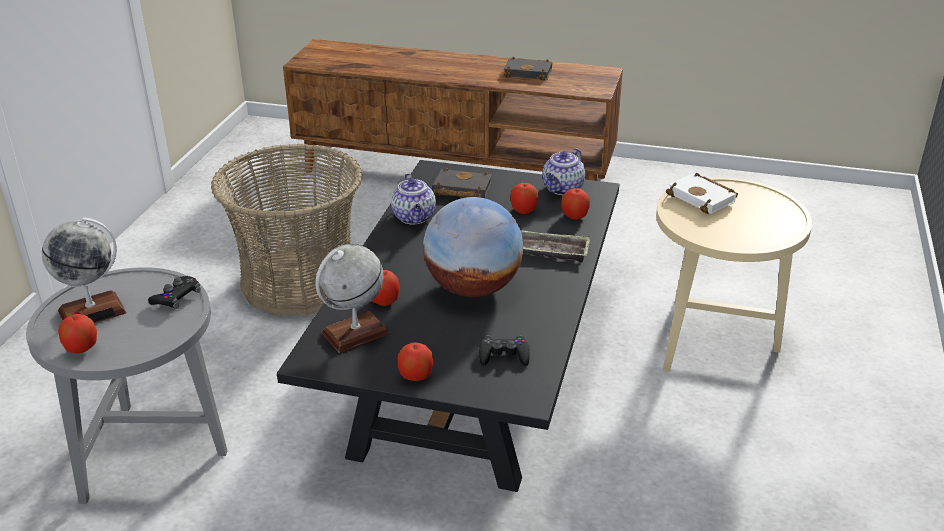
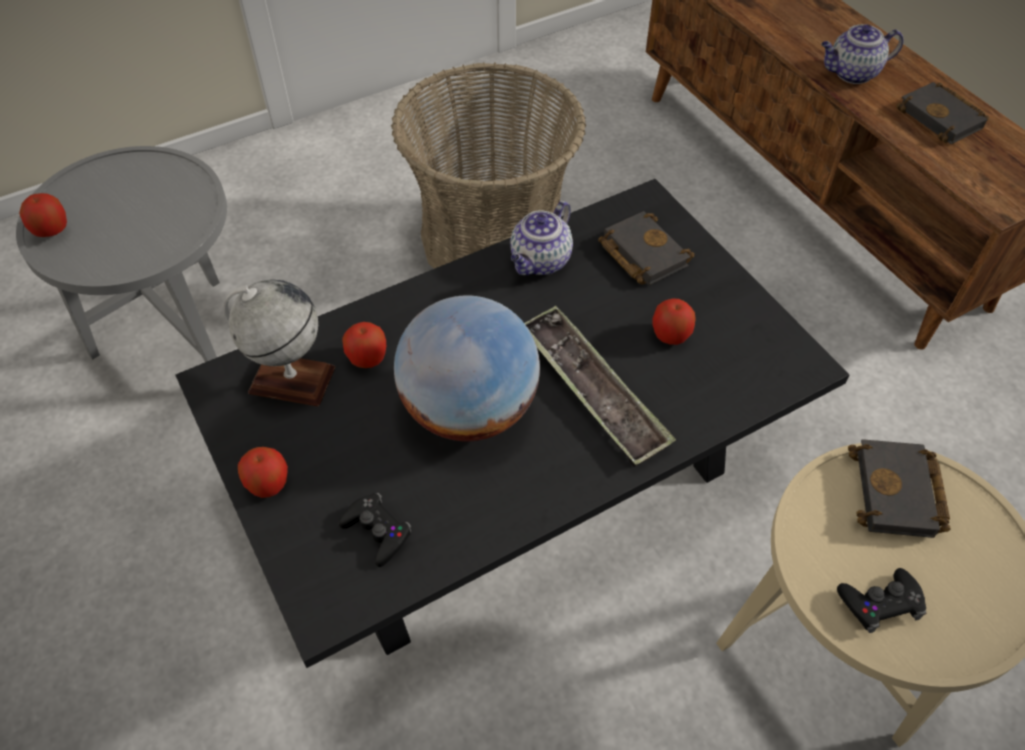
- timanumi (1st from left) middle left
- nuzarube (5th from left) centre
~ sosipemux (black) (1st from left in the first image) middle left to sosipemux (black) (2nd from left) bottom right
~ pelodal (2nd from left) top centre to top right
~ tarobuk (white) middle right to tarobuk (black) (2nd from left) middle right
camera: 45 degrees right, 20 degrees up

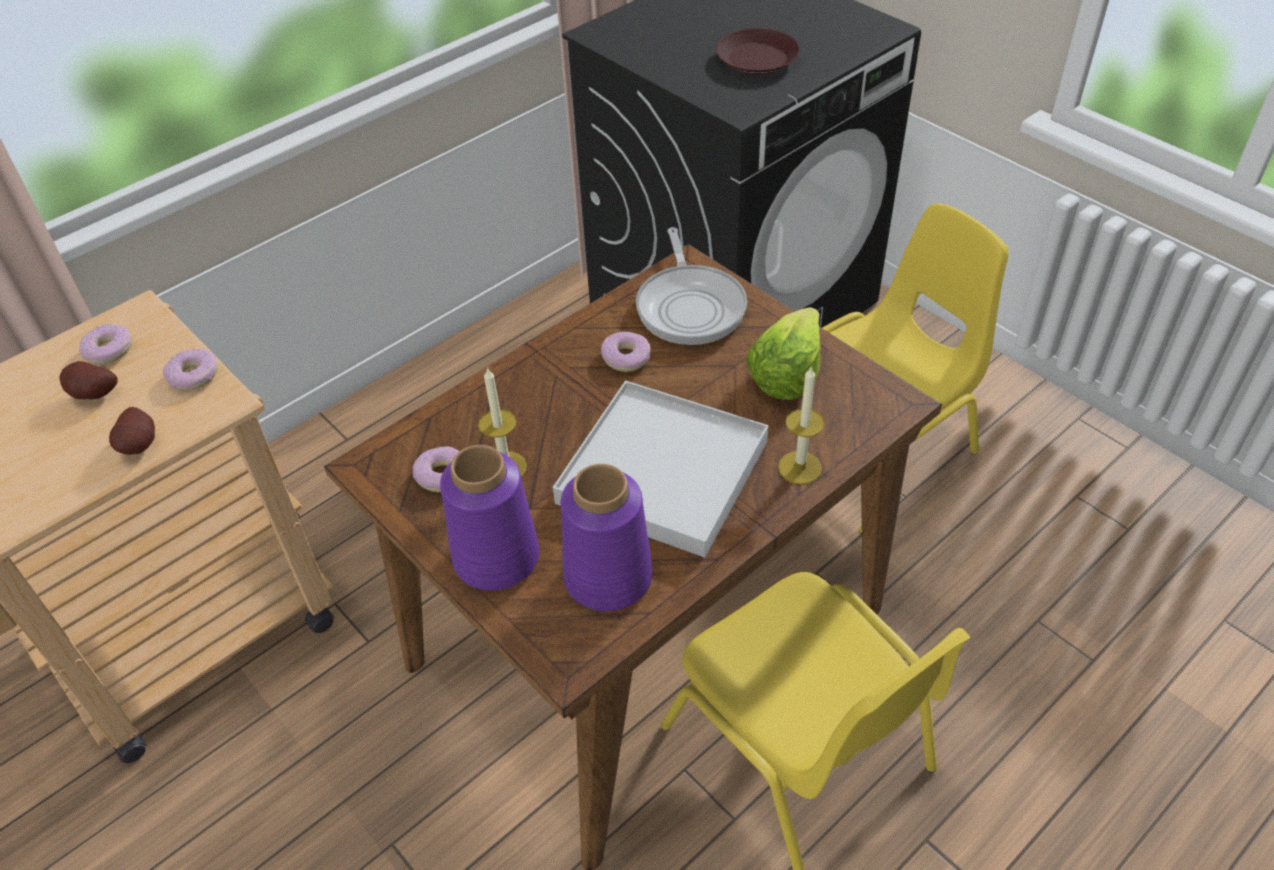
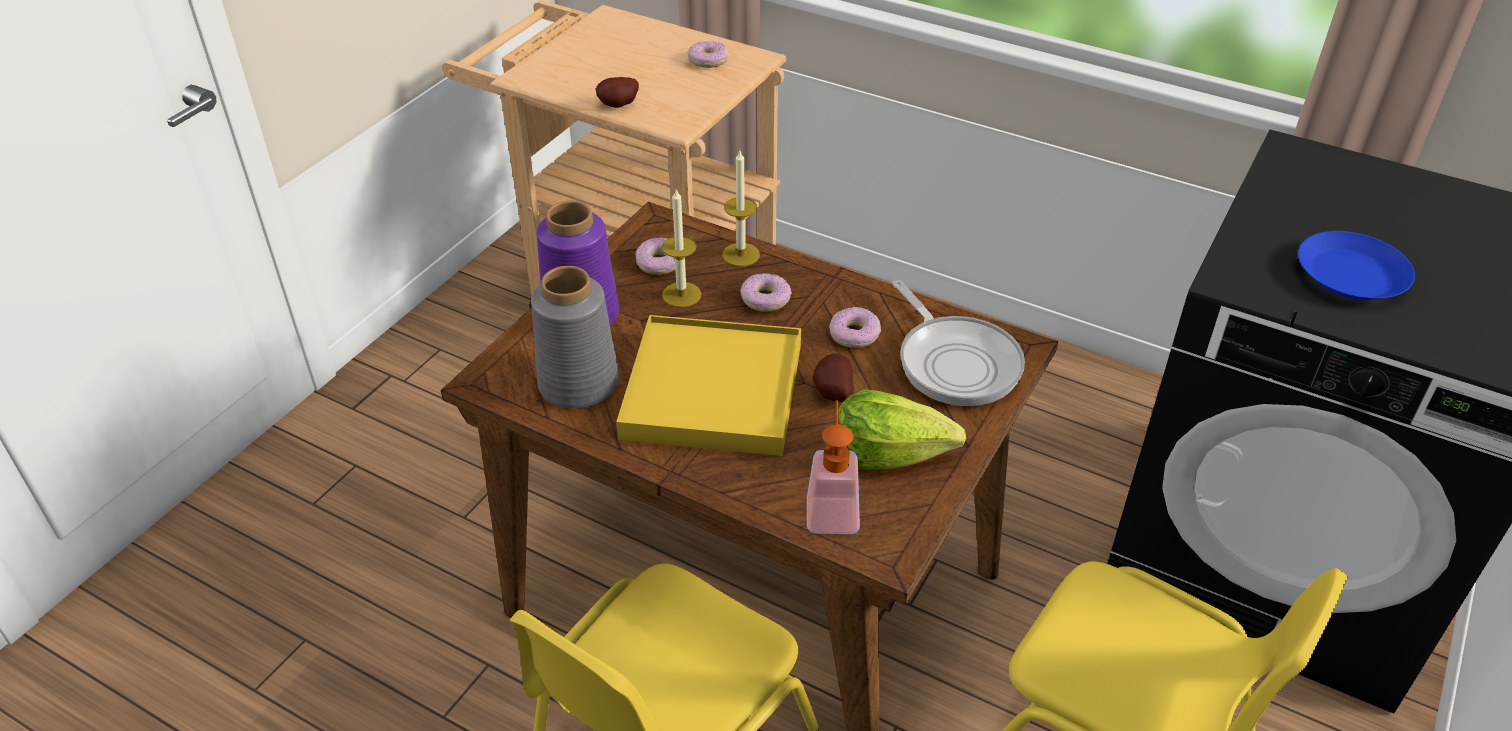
+ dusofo centre
~ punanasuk (1st from left in the first image) middle left to punanasuk (2nd from left) centre
~ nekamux (2nd from left in the first image) middle left to nekamux (3rd from left) centre
~ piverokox (2nd from left) centre to top centre
~ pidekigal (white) centre to pidekigal (yellow) centre
~ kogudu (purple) (2nd from left) centre to kogudu (grey) centre
~ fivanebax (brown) top centre to fivanebax (blue) middle right
~ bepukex top centre = centre 90 degrees counterclockwise
camera: 70 degrees right, 5 degrees down

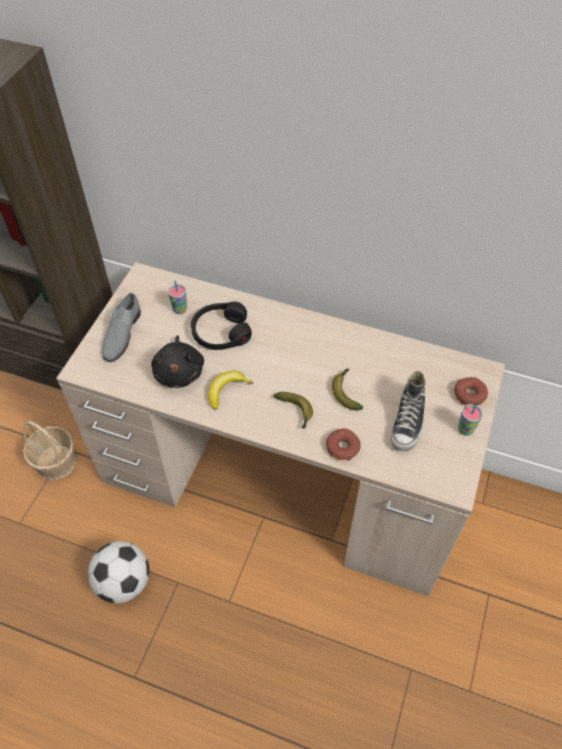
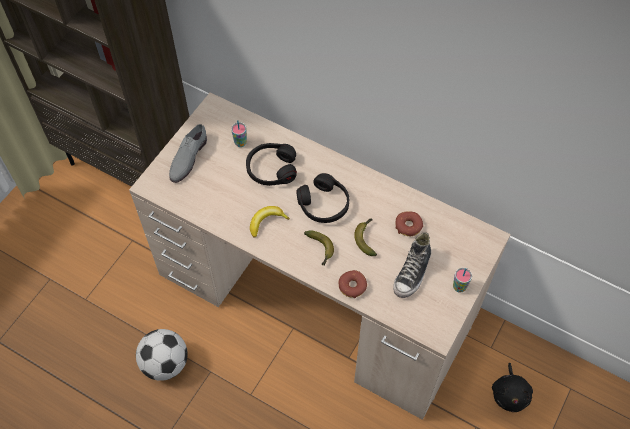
- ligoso middle left
+ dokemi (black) (2nd from left) centre
~ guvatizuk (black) middle left to bottom right
~ nekamux (2nd from left) middle right to centre
camera: 10 degrees right, 5 degrees up

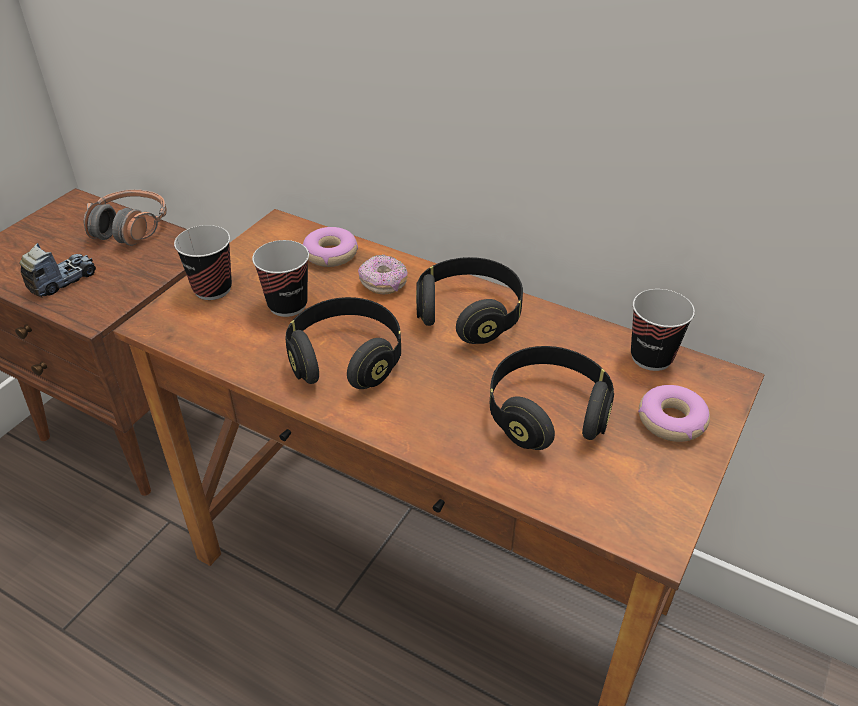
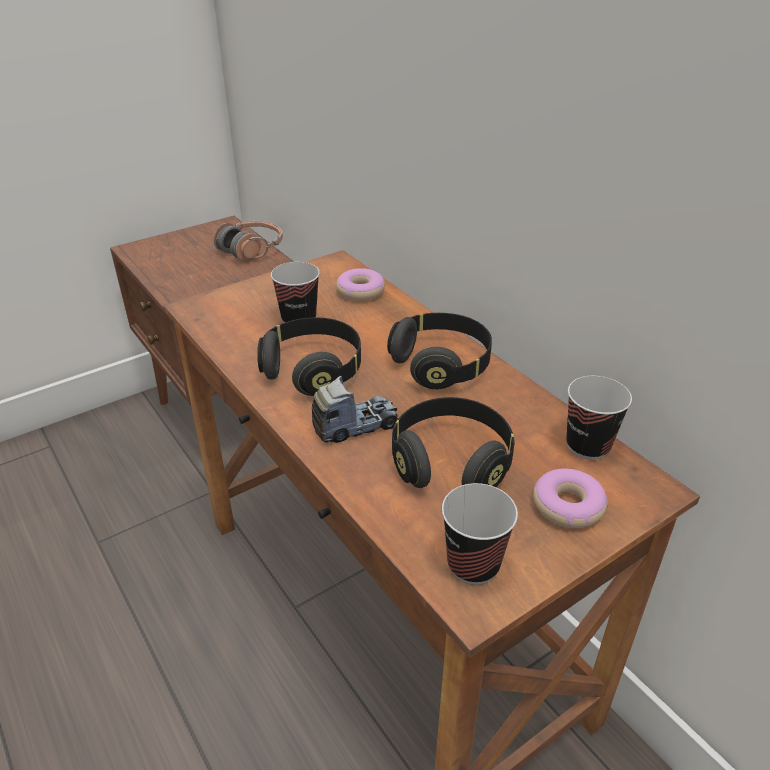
- nekamux (2nd from left) centre
~ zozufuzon middle left to centre
~ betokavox (1st from left in the first image) middle left to betokavox (2nd from left) bottom centre
camera: 25 degrees right, 5 degrees down

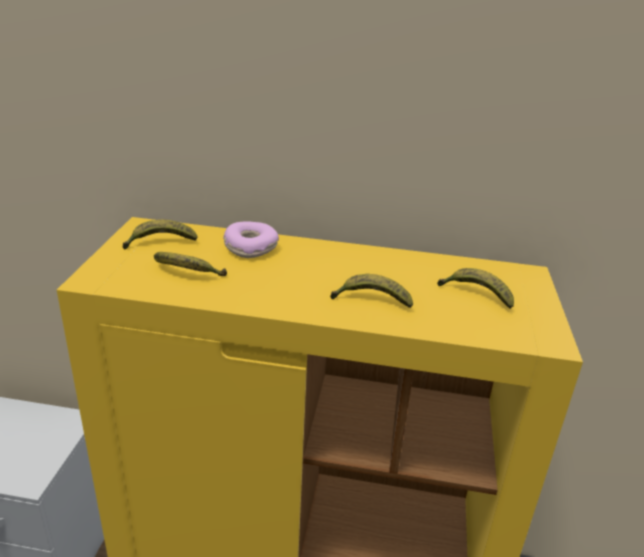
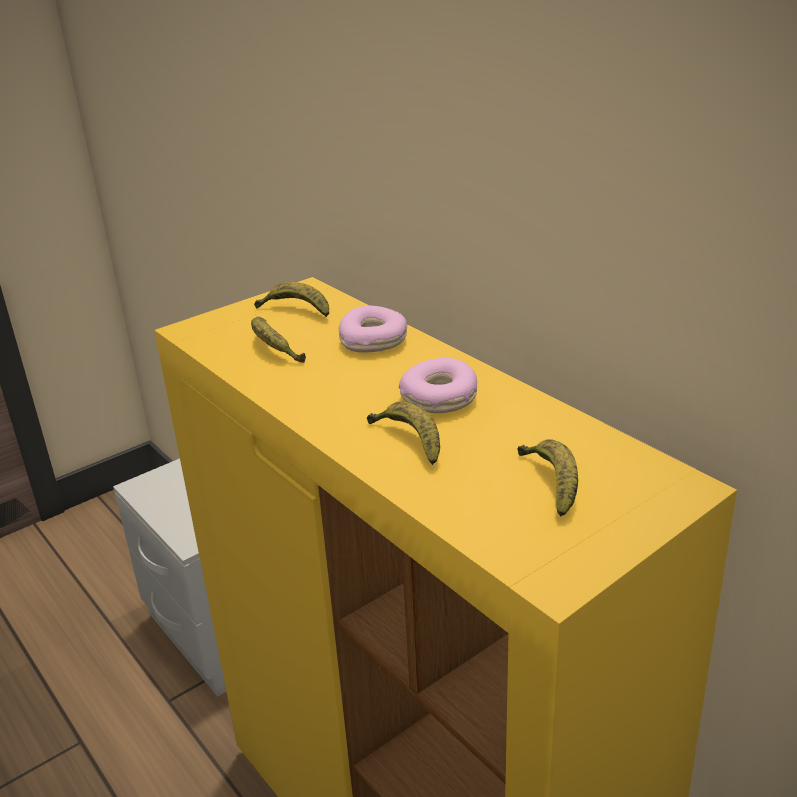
+ nekamux (2nd from left) centre
camera: 45 degrees right, 0 degrees up

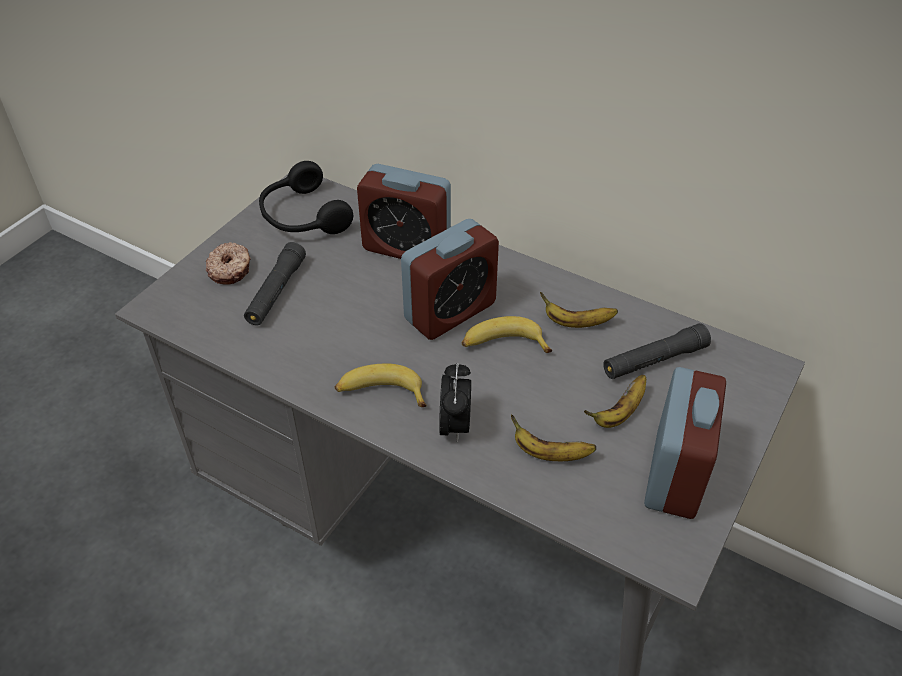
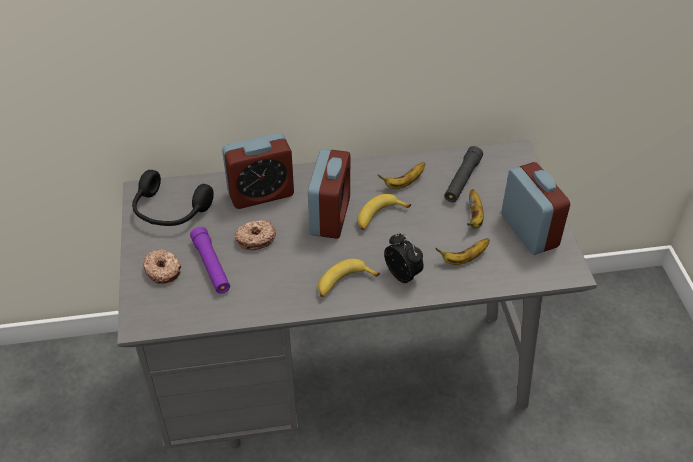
+ nekamux (2nd from left) centre
~ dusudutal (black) (1st from left) middle left to dusudutal (purple) middle left
camera: 40 degrees left, 0 degrees up

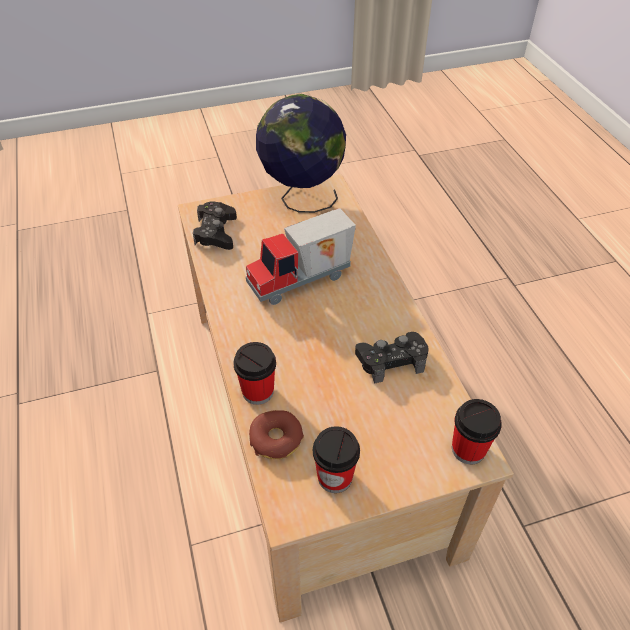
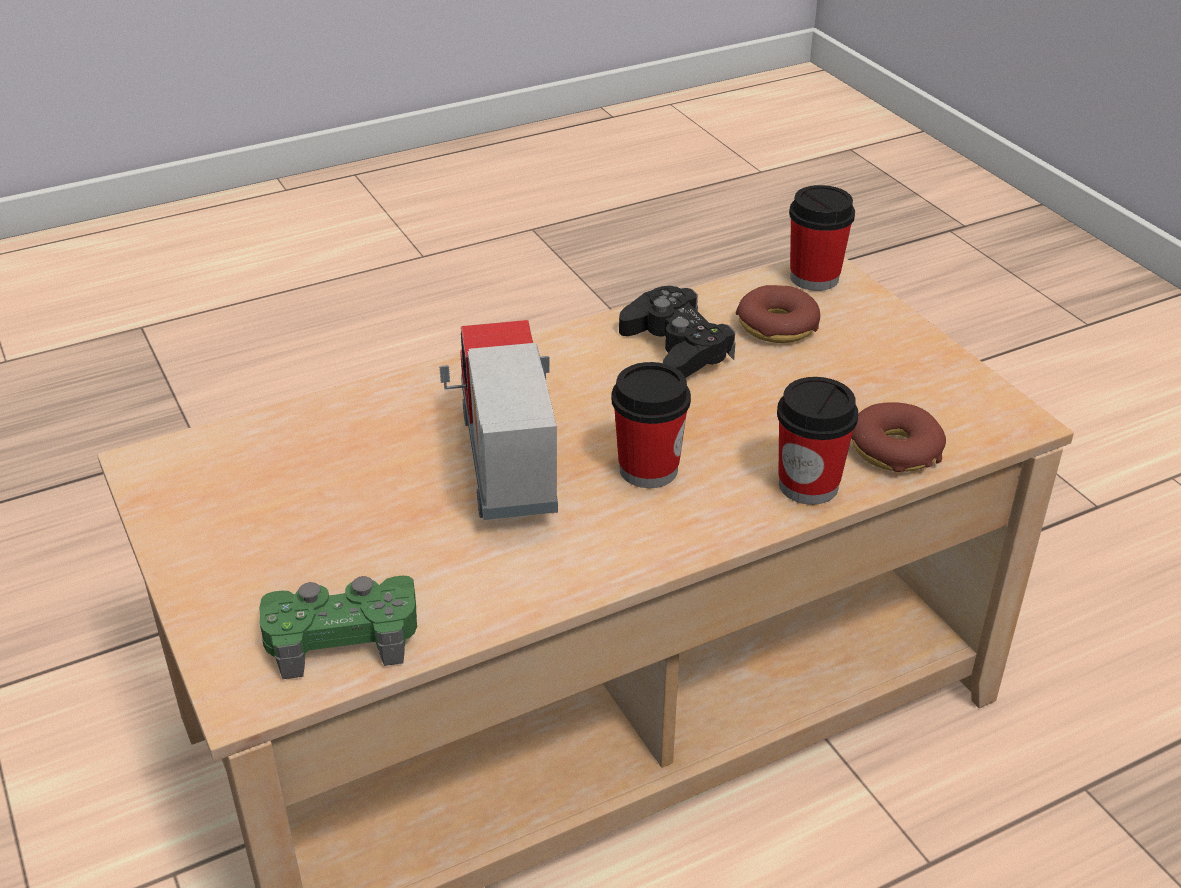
- timanumi top centre
+ nekamux (1st from left) centre
~ betokavox (2nd from left in the first image) bottom centre to betokavox (1st from left) centre
~ sosipemux (black) (1st from left) centre to sosipemux (green) bottom left
~ zozufuzon centre = centre 150 degrees counterclockwise
camera: 100 degrees left, 10 degrees down

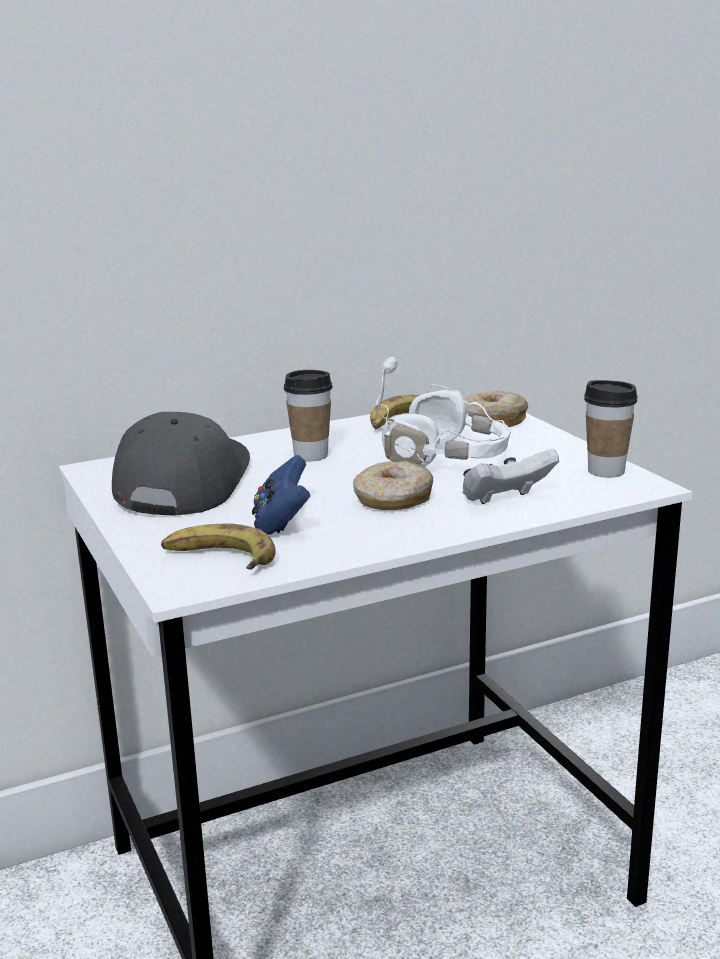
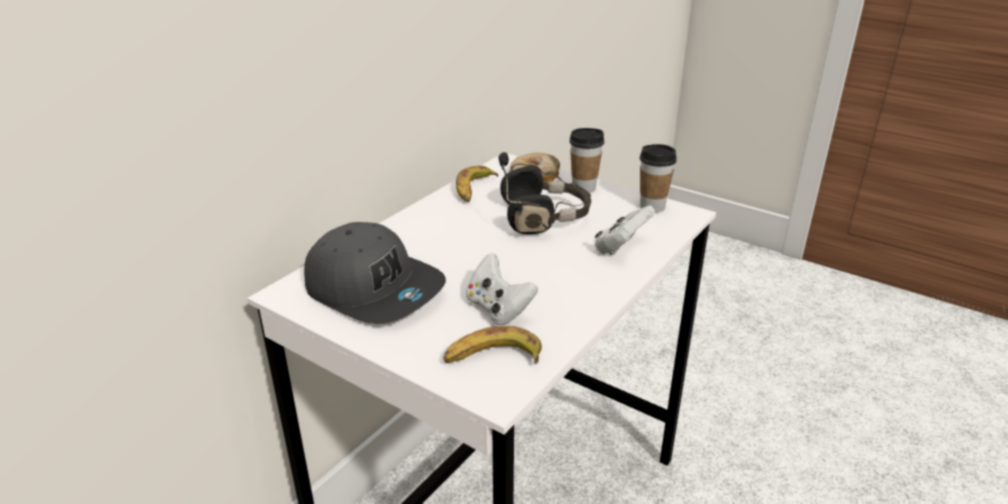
- nekamux (1st from left) centre
~ betokavox (1st from left) centre to top centre
~ sosipemux (blue) centre to sosipemux (white) (1st from left) centre
~ dokemi (white) centre to dokemi (black) centre
~ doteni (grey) middle left = centre 150 degrees clockwise
camera: 30 degrees left, 10 degrees up

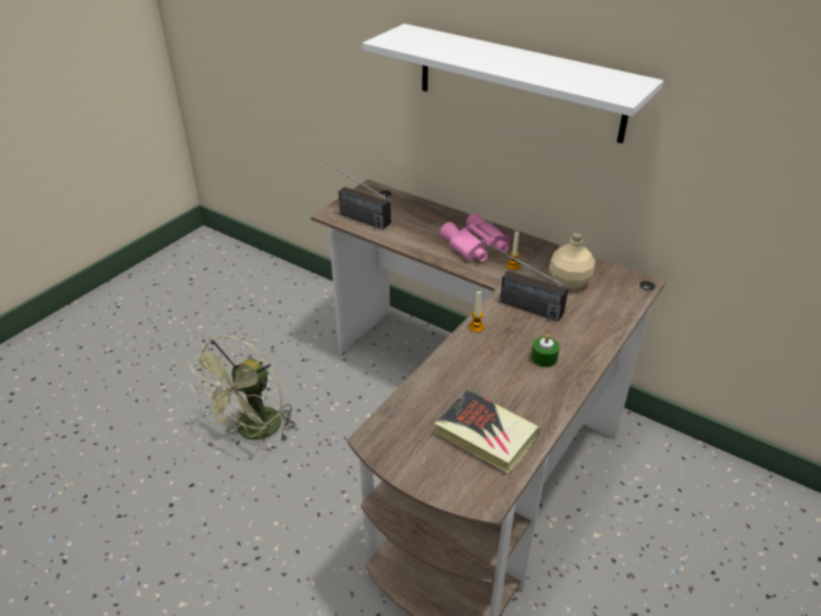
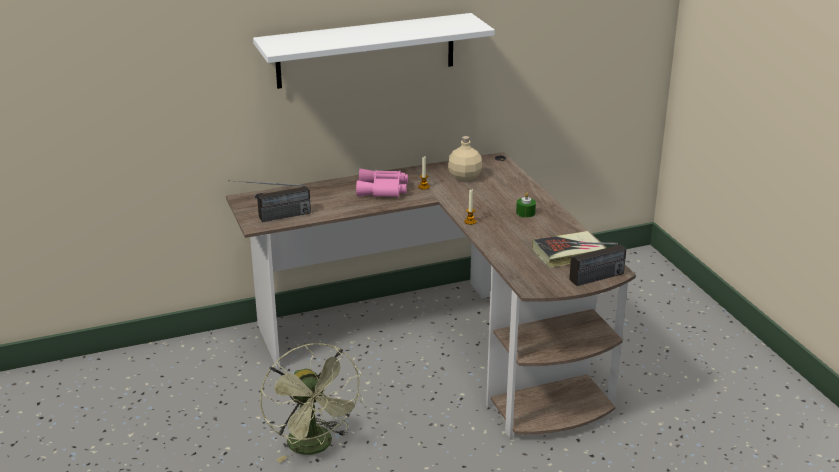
~ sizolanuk (2nd from left) centre to middle right
camera: 55 degrees left, 10 degrees down

